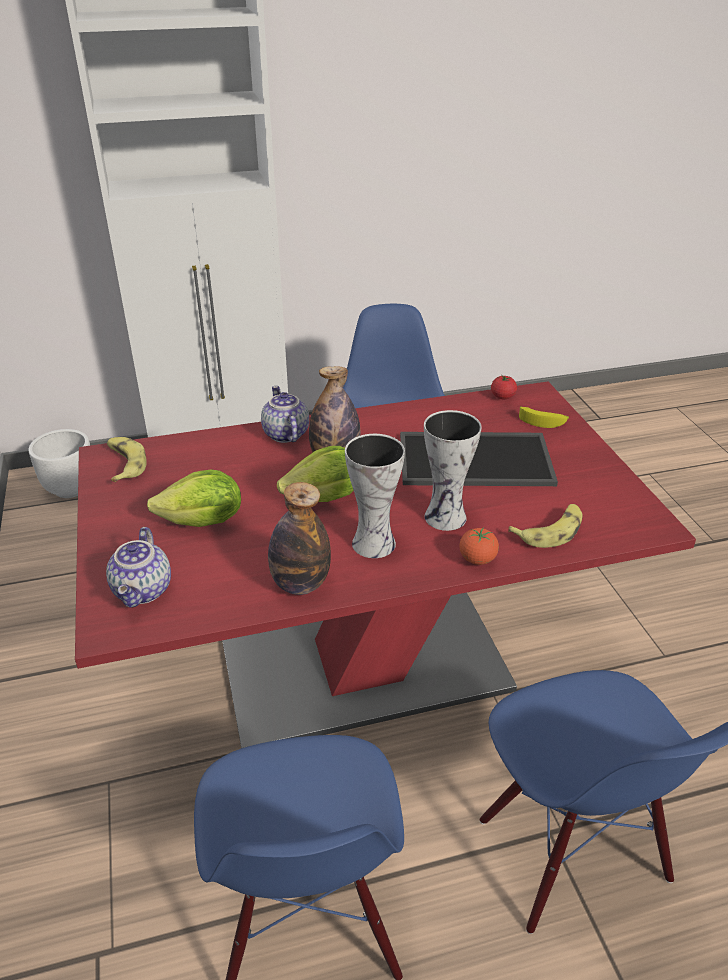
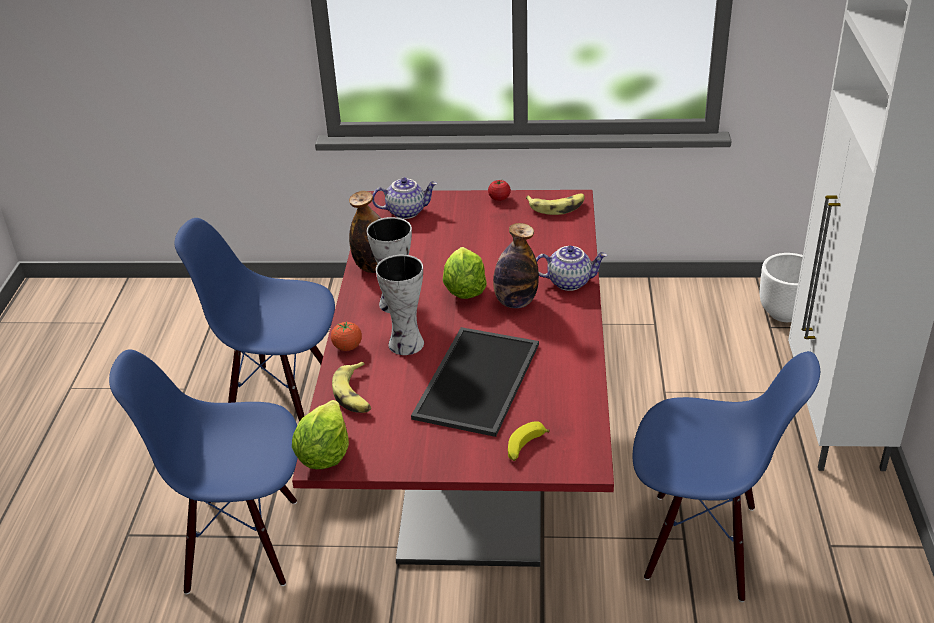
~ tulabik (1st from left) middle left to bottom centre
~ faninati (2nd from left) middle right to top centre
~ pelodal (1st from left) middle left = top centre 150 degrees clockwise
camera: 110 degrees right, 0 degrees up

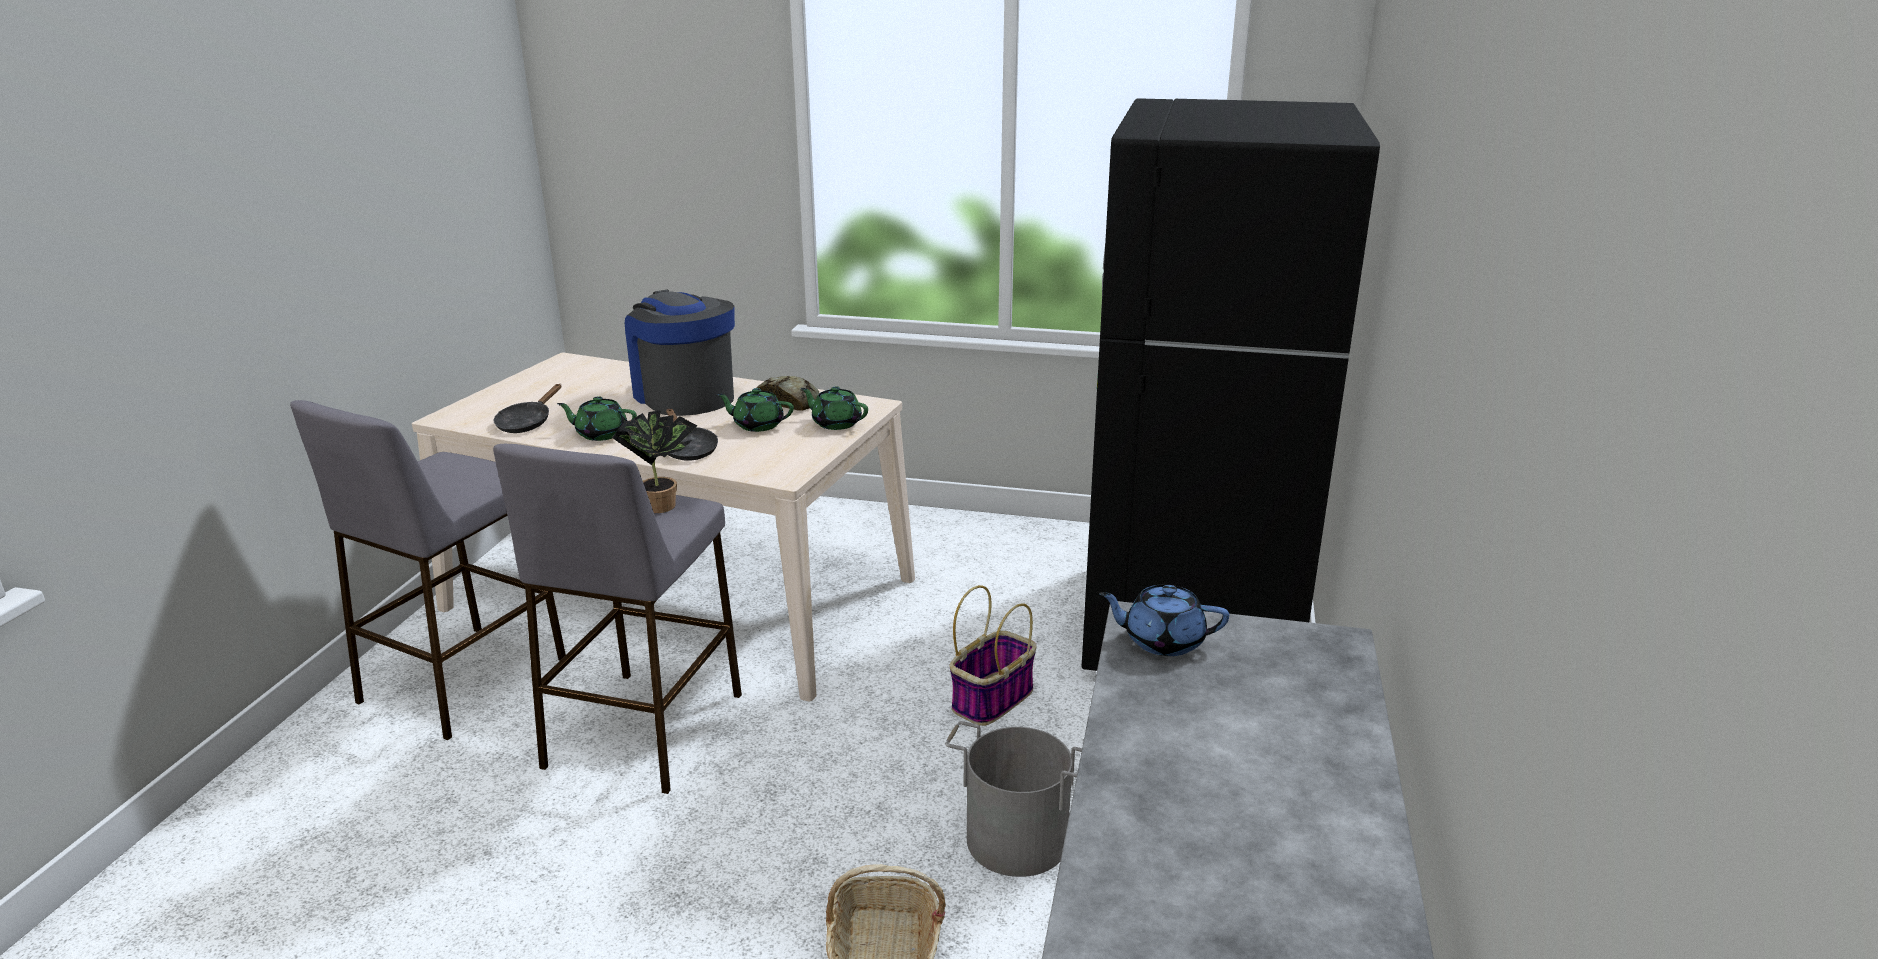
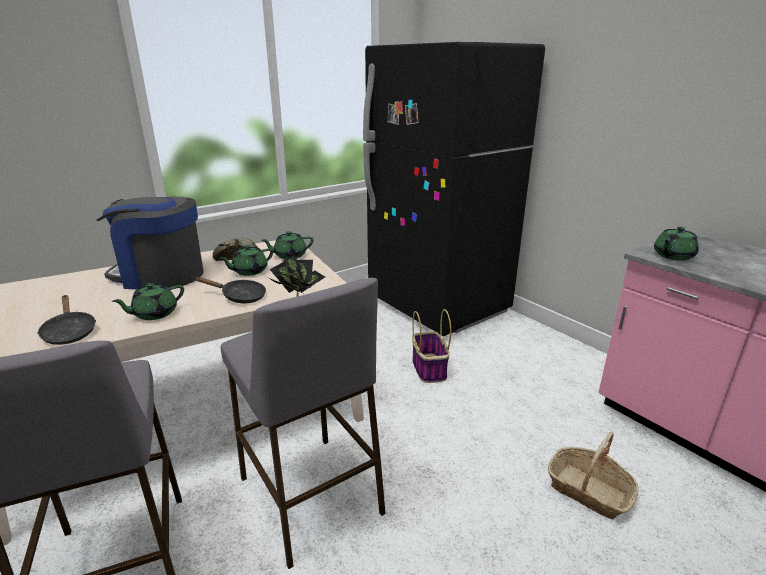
- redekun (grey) bottom centre
~ pelodal (blue) centre to pelodal (green) (4th from left) middle right
camera: 50 degrees left, 0 degrees up

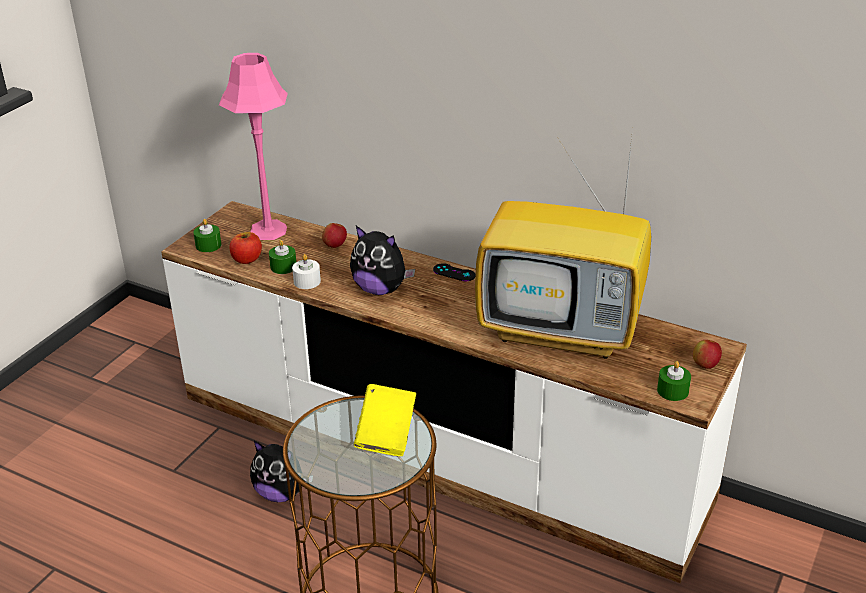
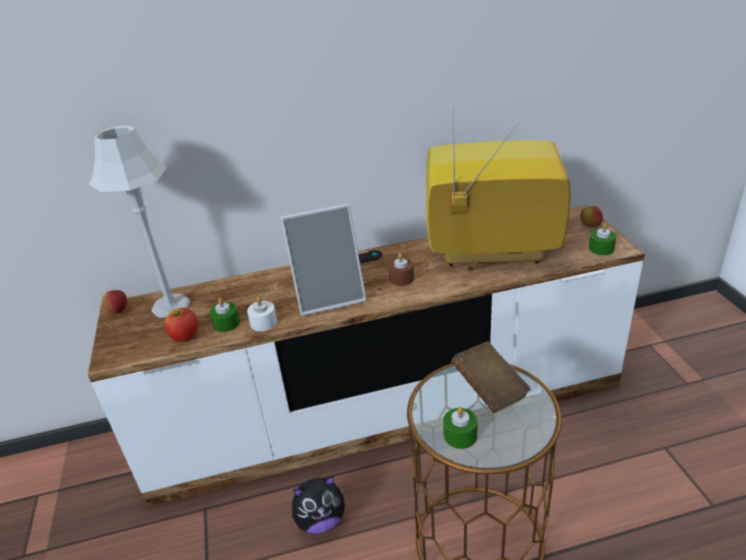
+ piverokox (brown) centre
~ piverokox (green) (1st from left in the first image) middle left to piverokox (green) (2nd from left) bottom centre
~ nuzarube (2nd from left in the first image) centre to nuzarube (1st from left) middle left
~ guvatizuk (2nd from left) centre to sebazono centre
~ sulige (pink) top left to sulige (grey) middle left
~ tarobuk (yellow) bottom centre to tarobuk (brown) bottom centre
~ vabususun centre = top right 150 degrees counterclockwise
camera: 40 degrees left, 0 degrees up

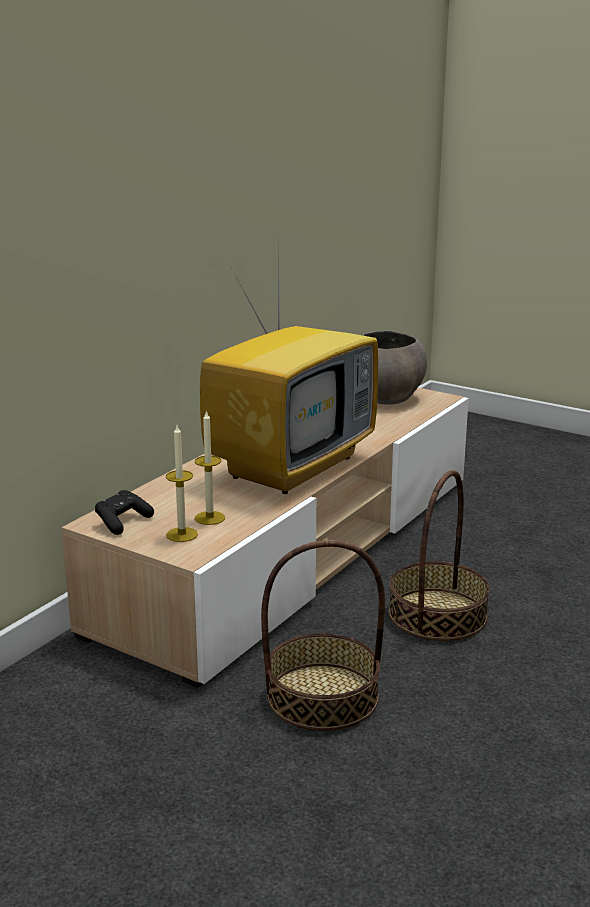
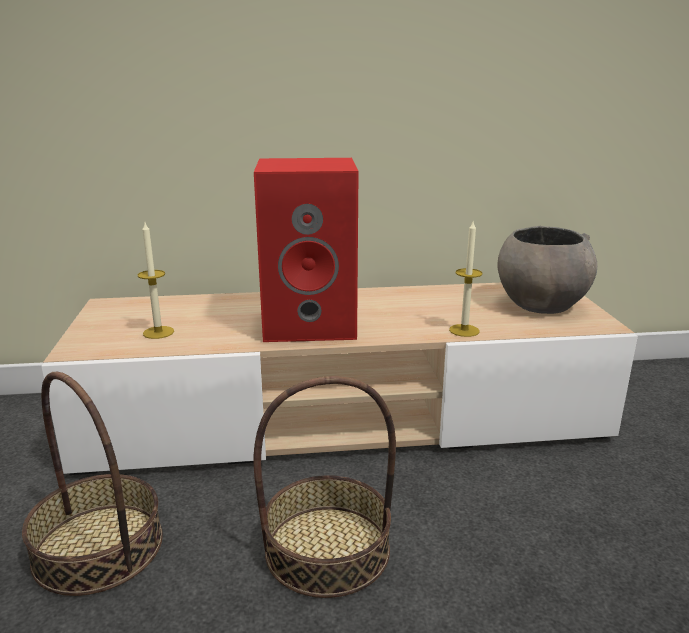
- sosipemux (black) middle left
~ piverokox (1st from left in the first image) middle left to piverokox (2nd from left) middle right
~ vabususun centre to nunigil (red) centre
camera: 50 degrees right, 0 degrees up

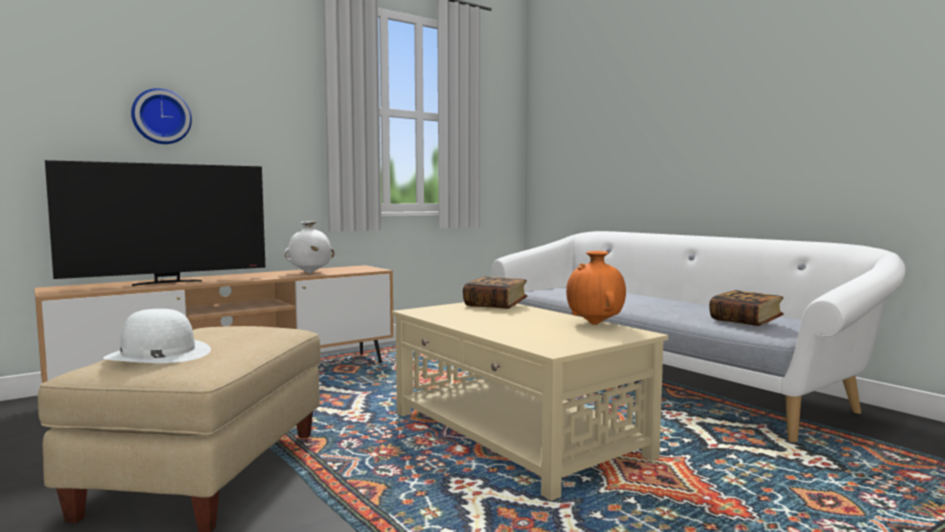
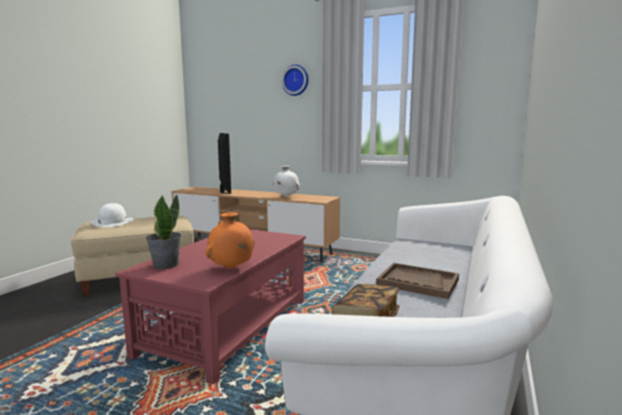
- tarobuk (1st from left) centre
+ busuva middle left
+ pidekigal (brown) bottom right
~ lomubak top left to top centre
~ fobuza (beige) bottom centre to fobuza (red) bottom centre
~ vabususun middle left = centre 135 degrees counterclockwise
camera: 60 degrees right, 5 degrees up

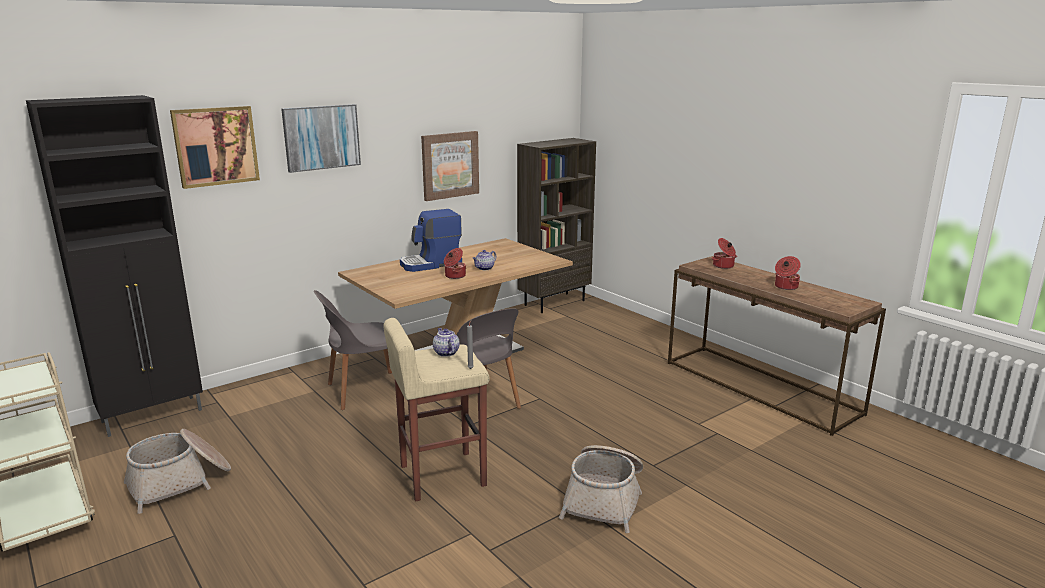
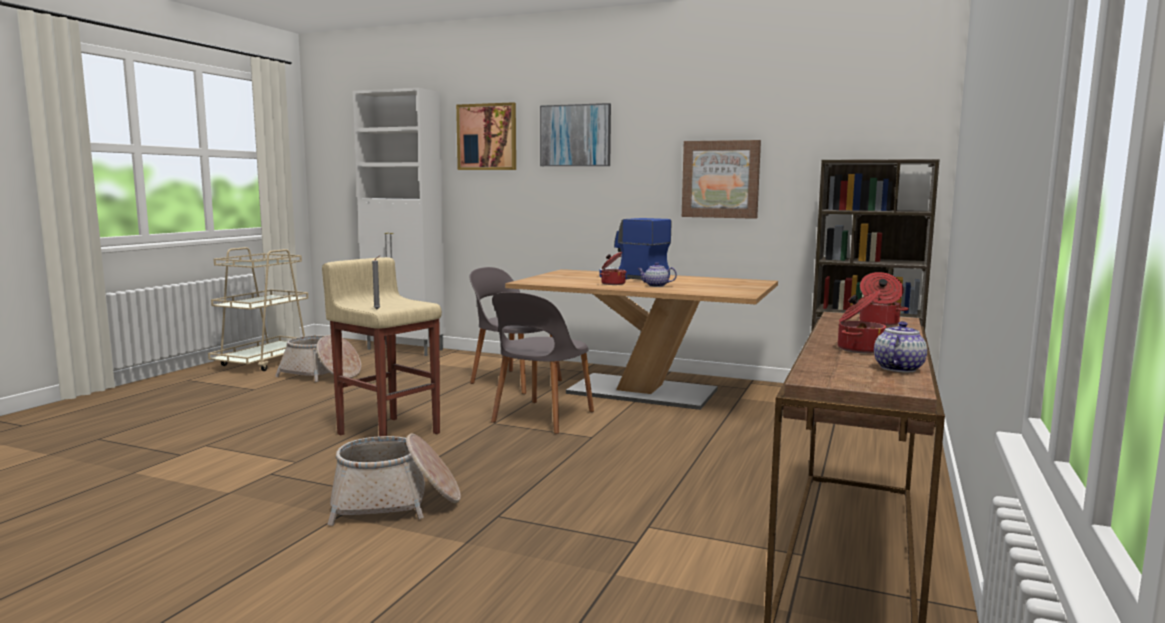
~ pelodal (1st from left in the first image) centre to pelodal (2nd from left) middle right
~ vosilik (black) middle left to vosilik (white) centre
camera: 60 degrees right, 10 degrees down

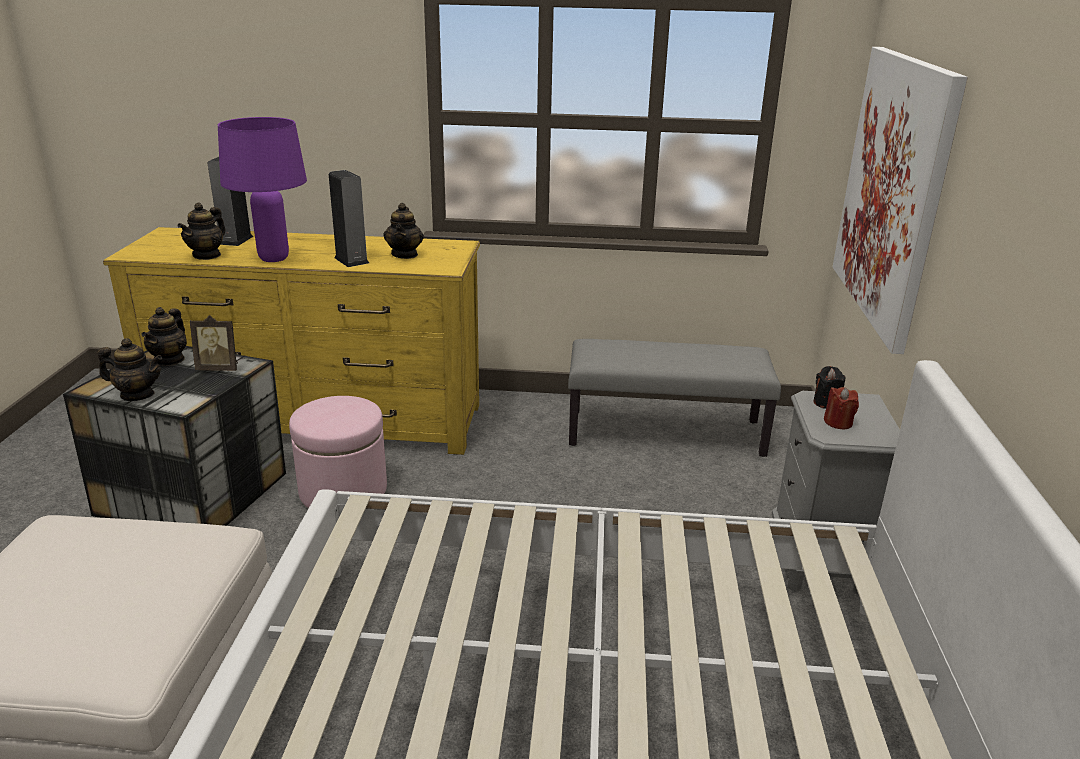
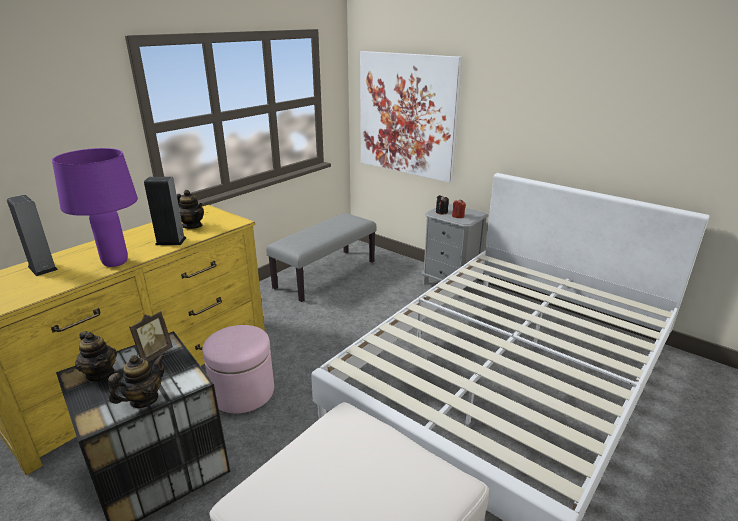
- pelodal (3rd from left) top left
camera: 55 degrees left, 0 degrees up

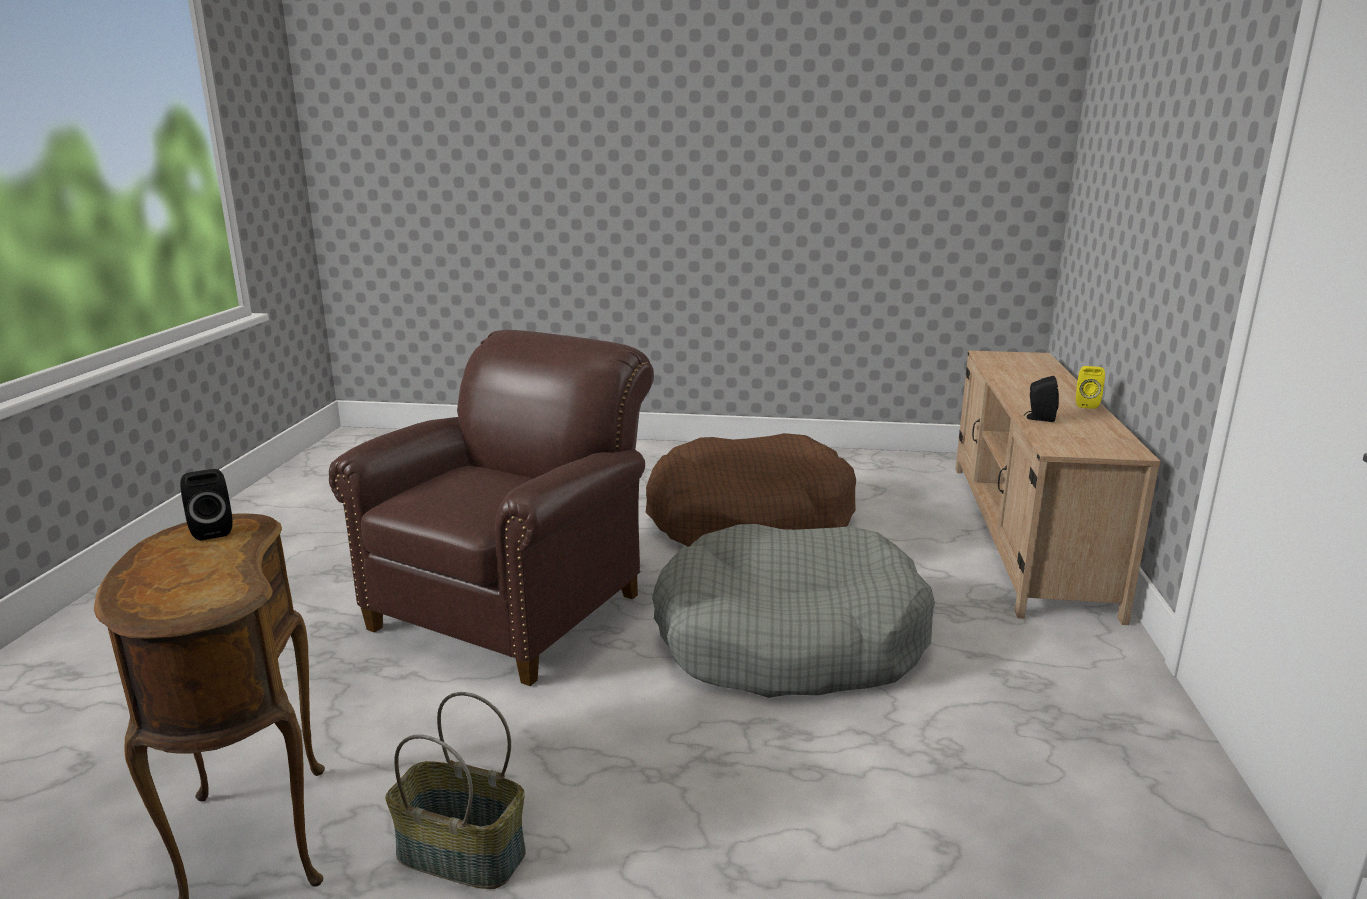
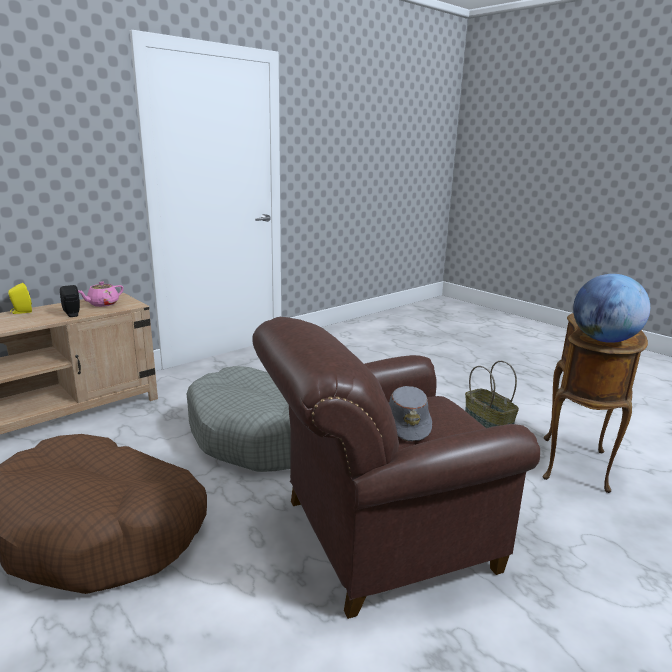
+ pelodal (pink) middle left
+ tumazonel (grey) centre
~ nunigil (black) (1st from left) middle left to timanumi middle right
camera: 140 degrees left, 0 degrees up

